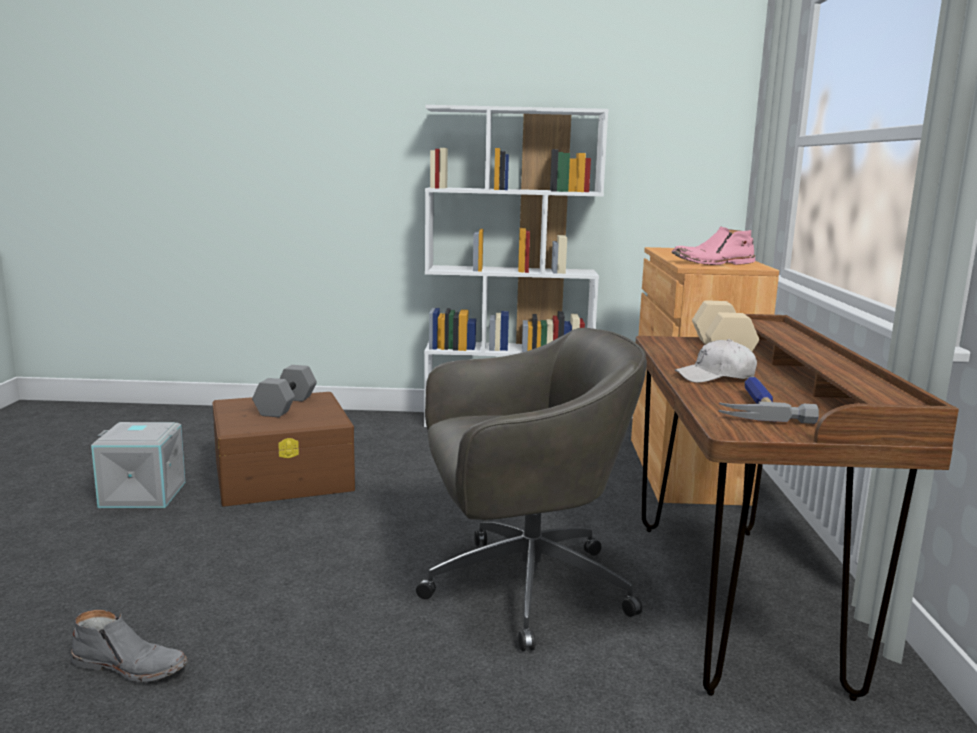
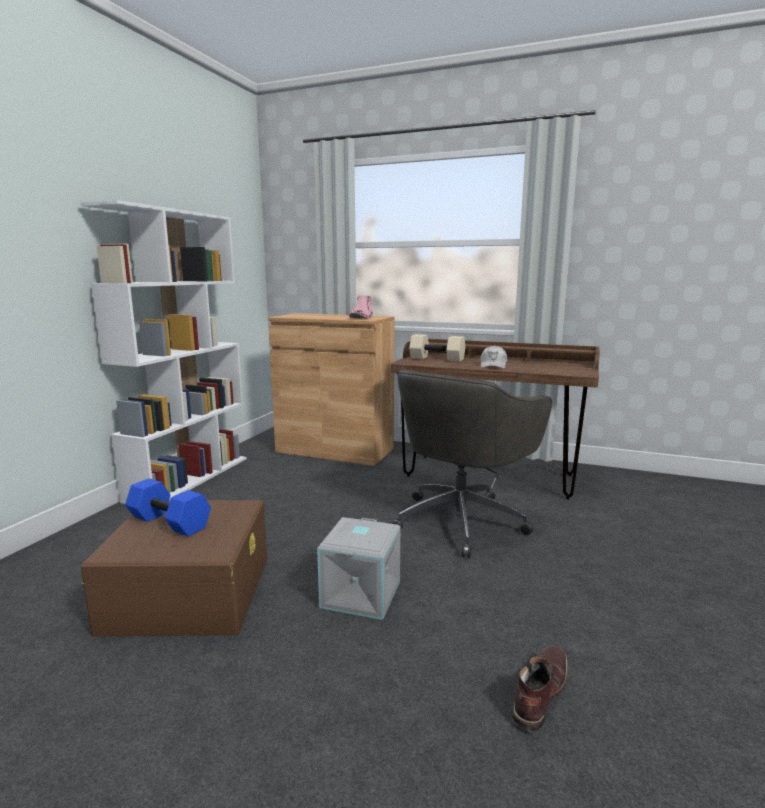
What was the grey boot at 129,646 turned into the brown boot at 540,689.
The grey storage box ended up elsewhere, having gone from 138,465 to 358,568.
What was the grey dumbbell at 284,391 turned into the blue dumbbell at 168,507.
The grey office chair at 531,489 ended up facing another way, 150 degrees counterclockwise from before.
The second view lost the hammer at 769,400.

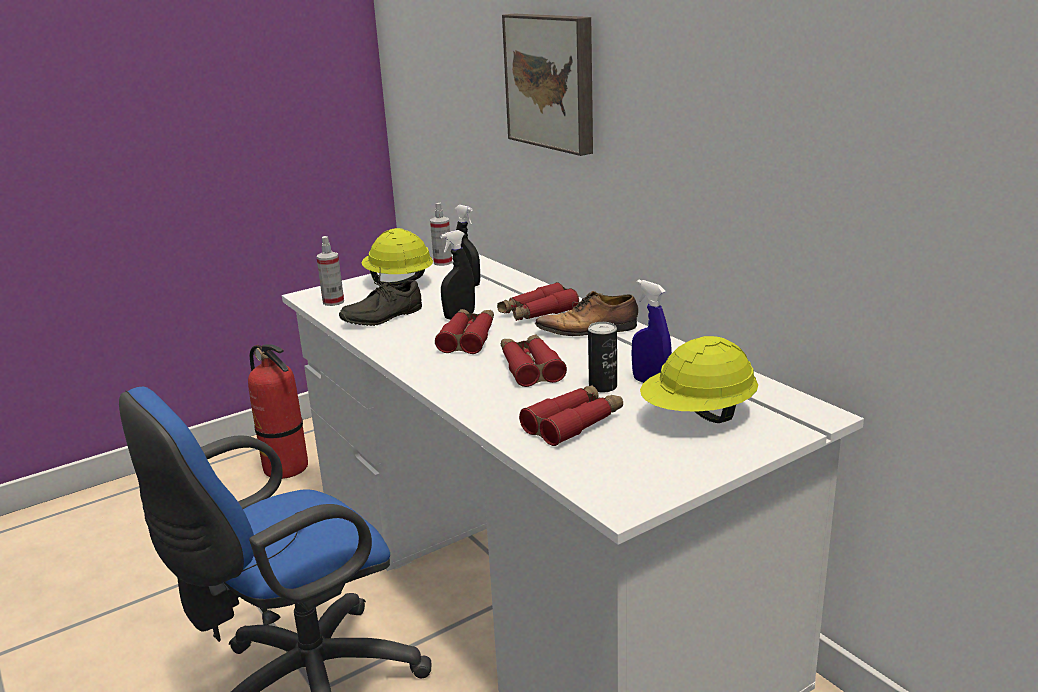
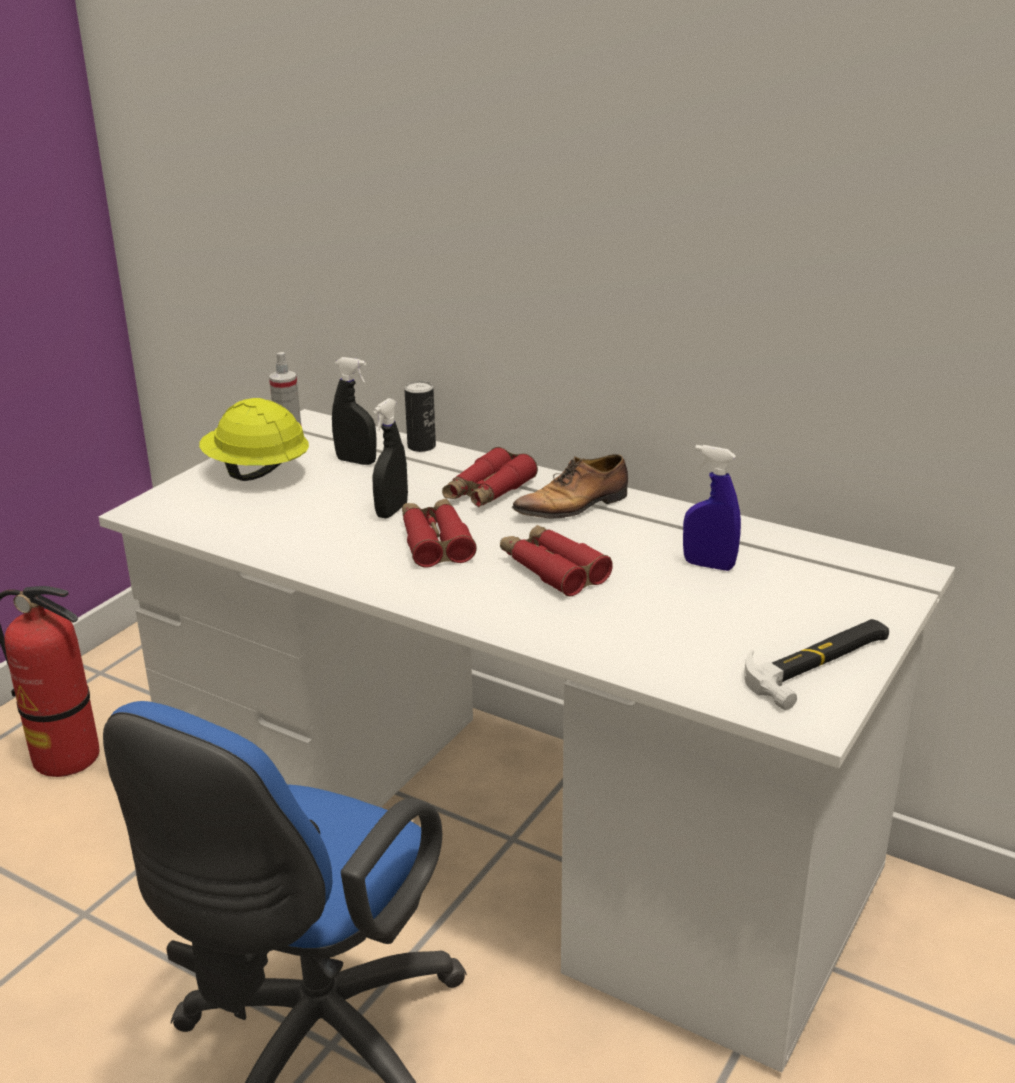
The second view lost the spray bottle at 330,271.
The second view lost the grey shoe at 380,298.
The second view lost the picture at 547,85.
The second view lost the red binoculars at 571,415.
The can ended up elsewhere, having gone from 602,357 to 420,416.
The second view lost the yellow hard hat at 699,379.
The second view gained the hammer at 816,664.

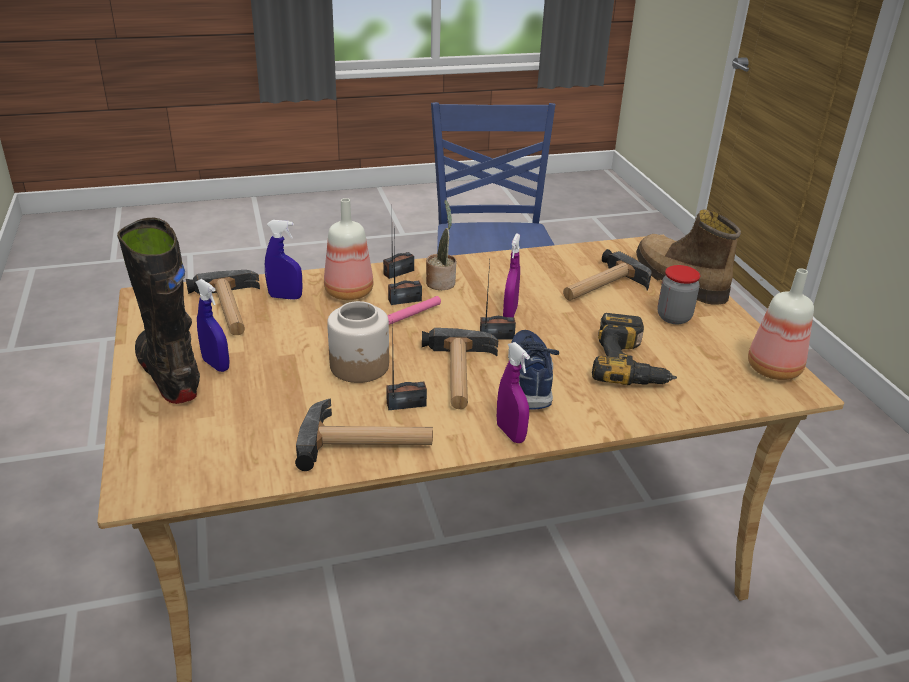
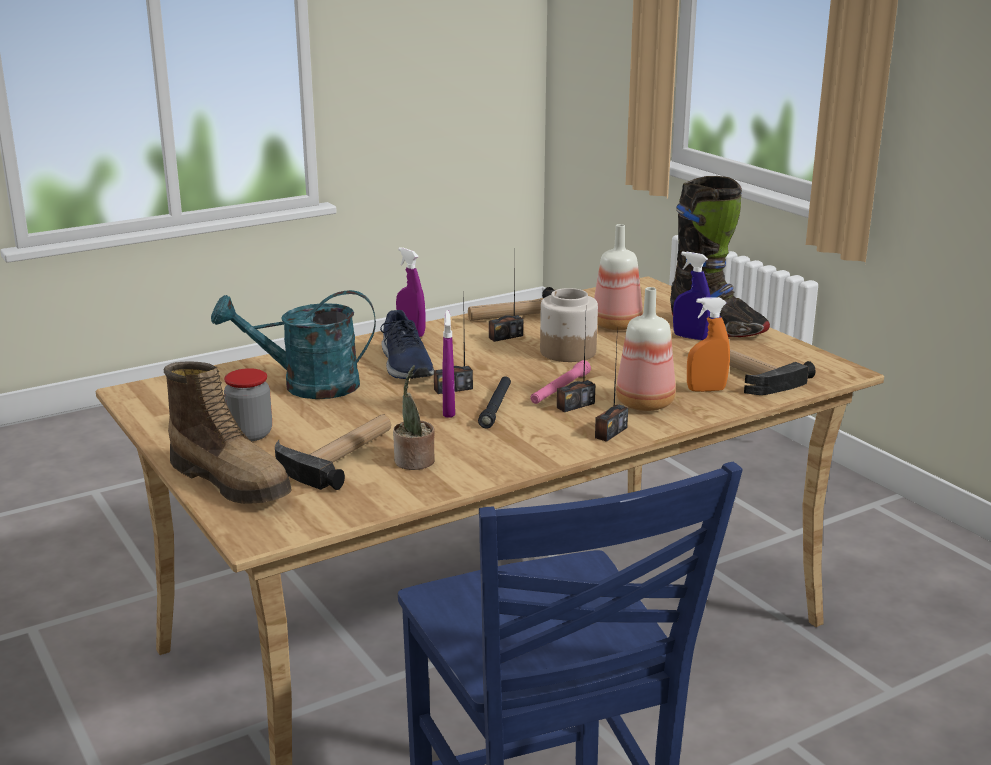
What was the blue spray bottle at 283,260 turned into the orange spray bottle at 708,344.
The second view lost the hammer at 460,368.
The potted plant ended up elsewhere, having gone from 441,245 to 414,417.
Where the power drill stood at 634,349, the turquoise watering can came to stand at 293,344.
The bottle ended up elsewhere, having gone from 781,324 to 618,277.
The second view gained the black flashlight at 494,402.

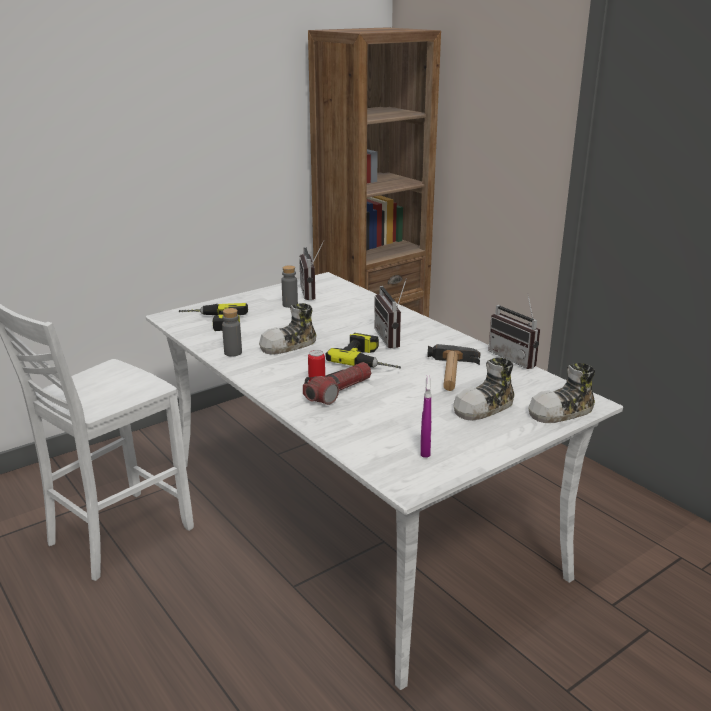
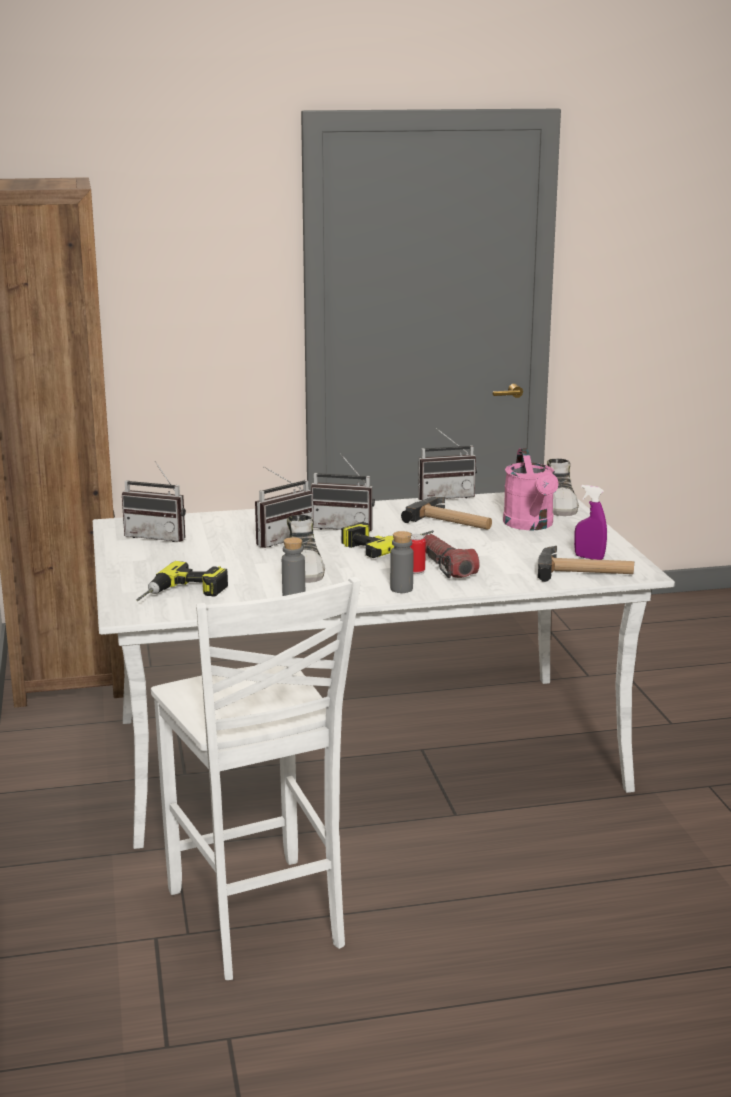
The grey bottle ended up elsewhere, having gone from 290,286 to 401,562.
Where the shoe stood at 484,389, the pink watering can came to stand at 531,489.
The second view gained the radio at 284,507.
The second view gained the hammer at 586,564.

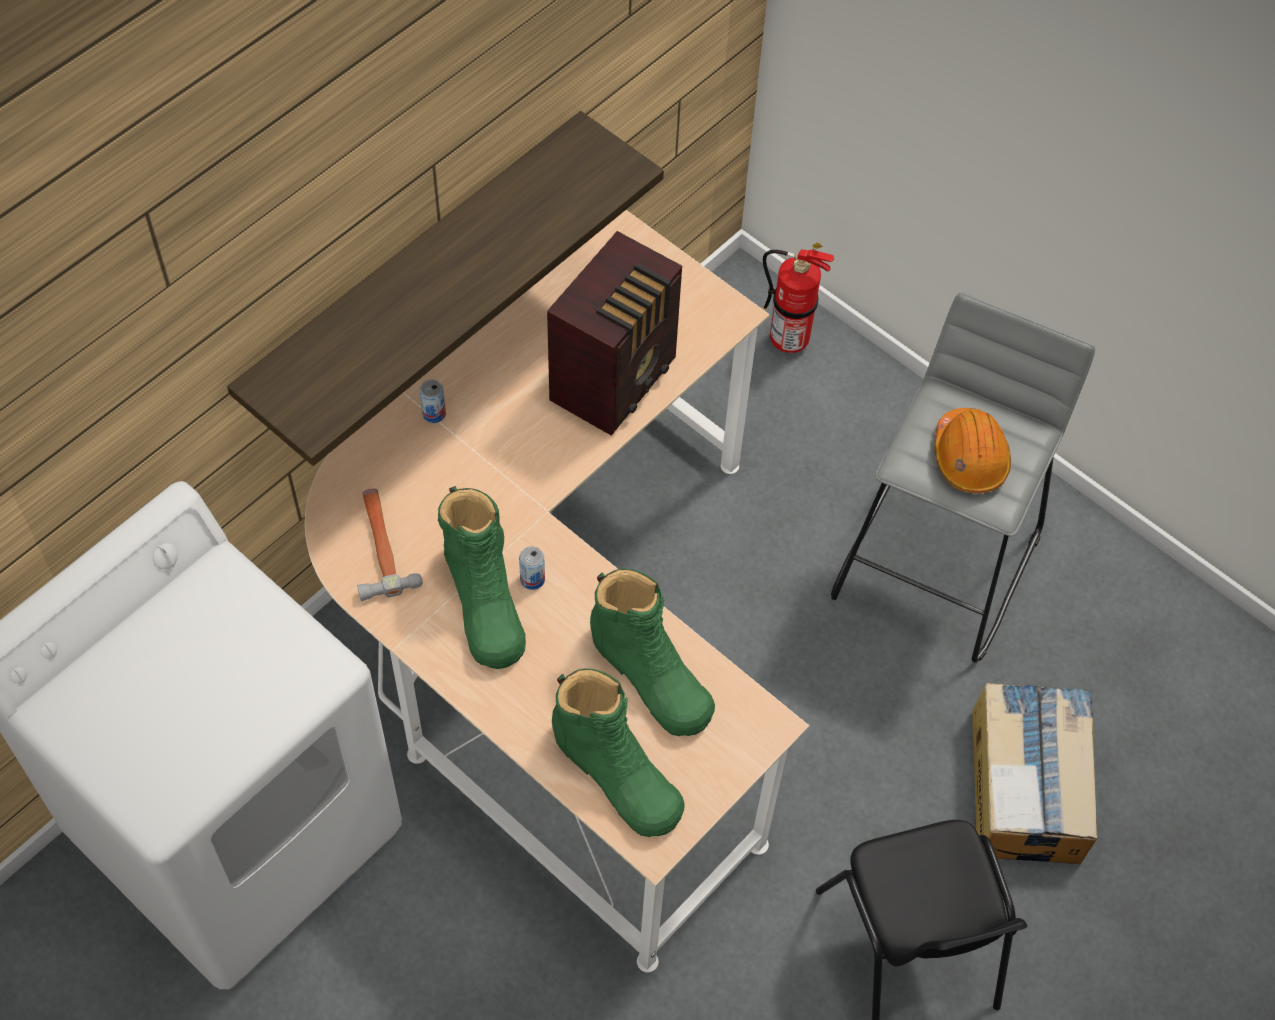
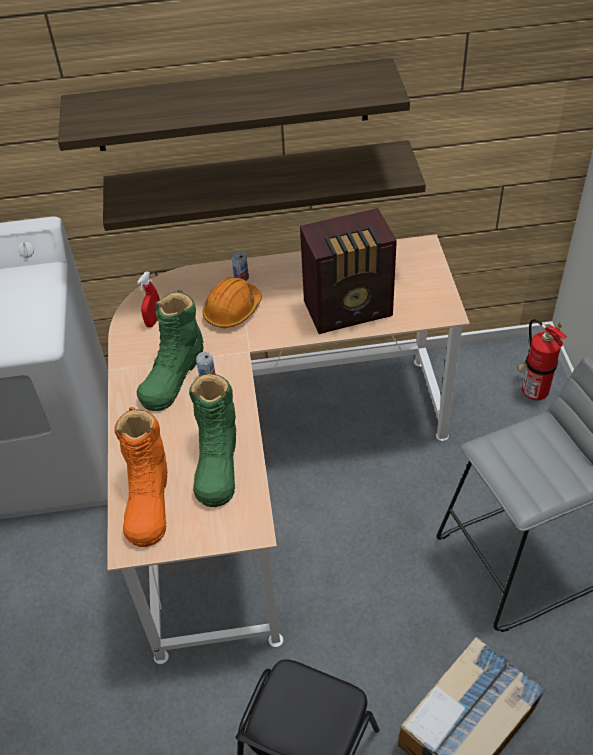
Where the hammer stood at 390,545, the red spray bottle came to stand at 148,300.
What was the green boot at 618,753 turned into the orange boot at 140,477.
The orange hard hat ended up elsewhere, having gone from 972,450 to 232,302.
The second view gained the shelf at 234,104.

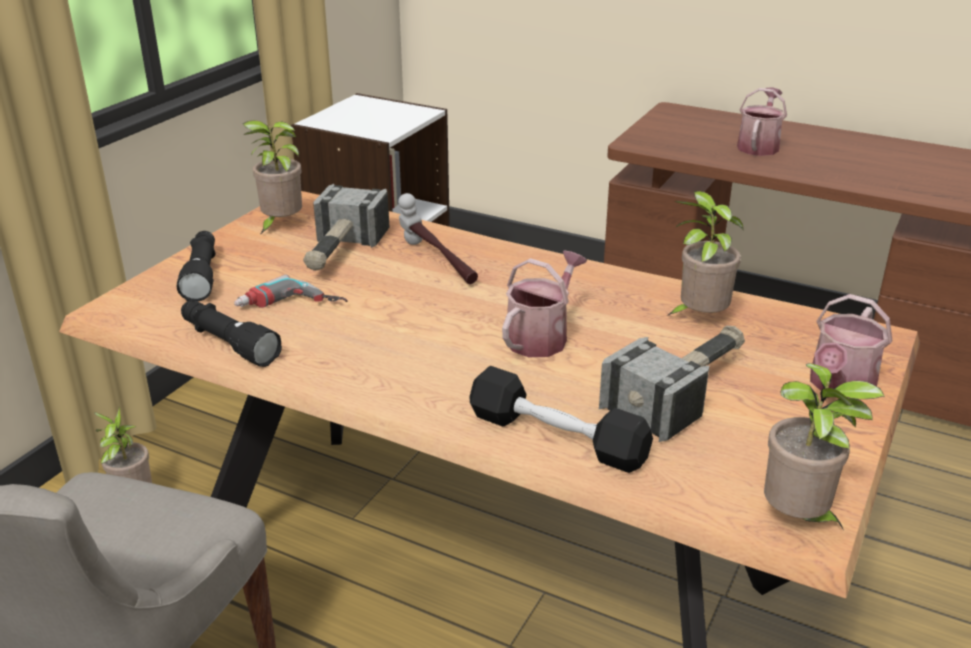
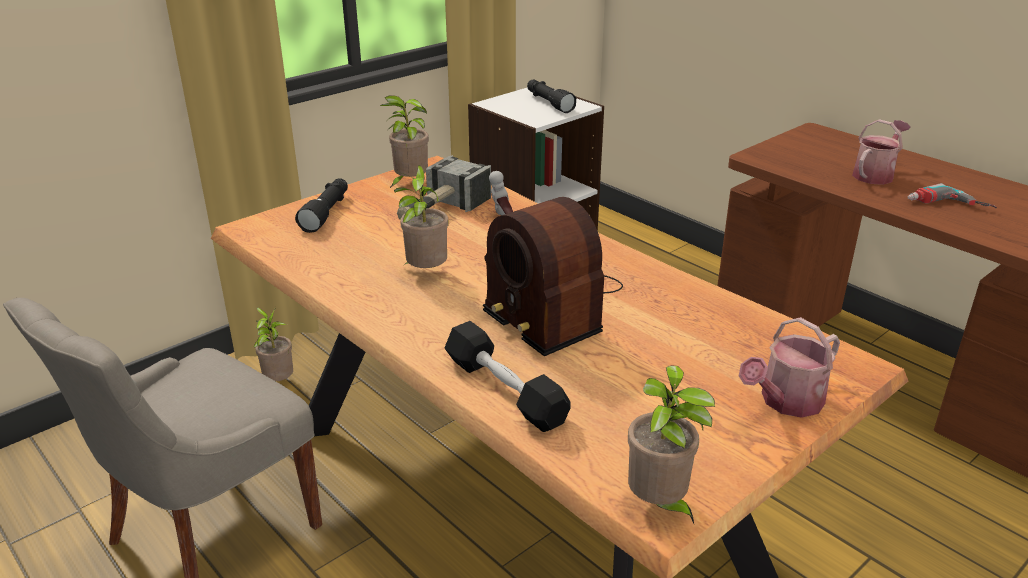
The black flashlight ended up elsewhere, having gone from 231,333 to 551,96.
The power drill ended up elsewhere, having gone from 291,291 to 952,195.
Where the watering can stood at 544,304, the radio came to stand at 553,276.
The second view lost the hammer at 672,384.
The potted plant ended up elsewhere, having gone from 705,253 to 421,216.

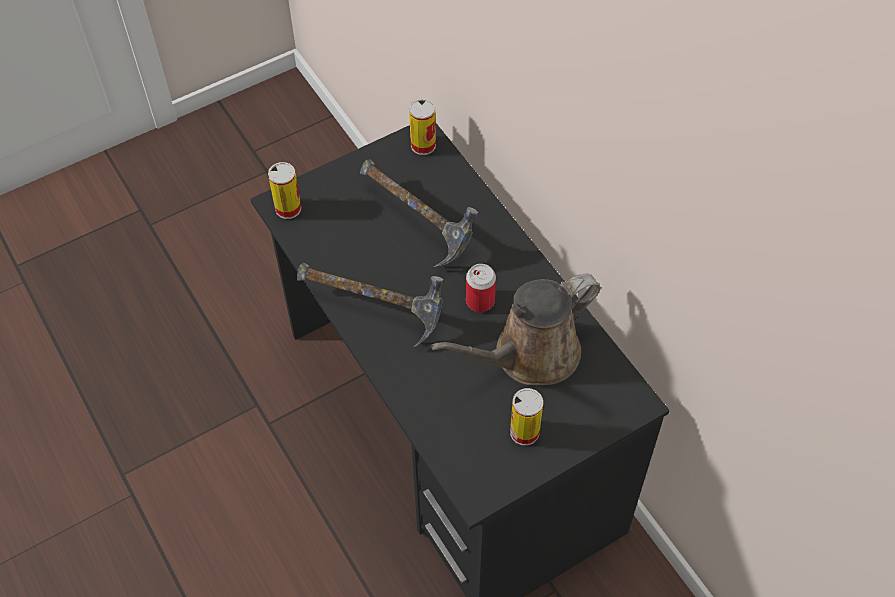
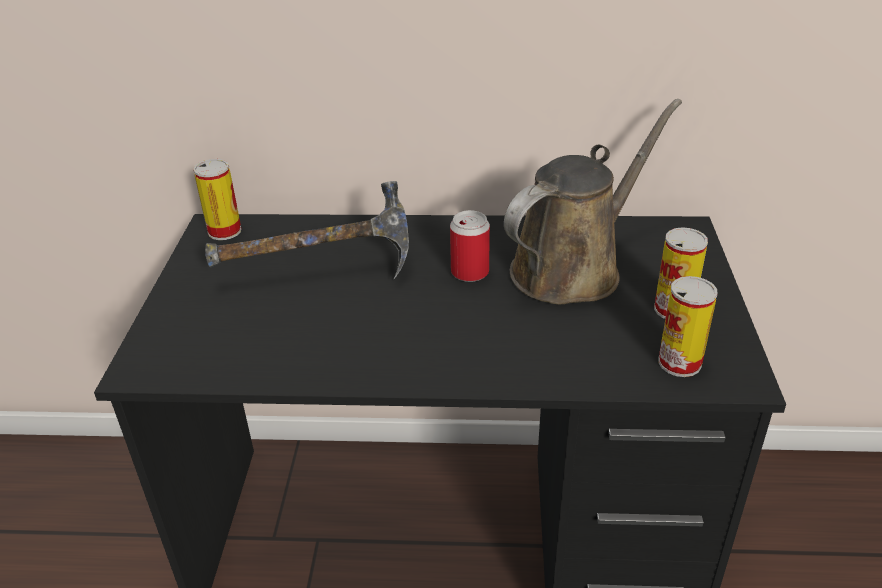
The can ended up elsewhere, having gone from 284,190 to 688,326.
The second view lost the hammer at 370,305.
The brown watering can at 516,329 ended up facing another way, 135 degrees counterclockwise from before.

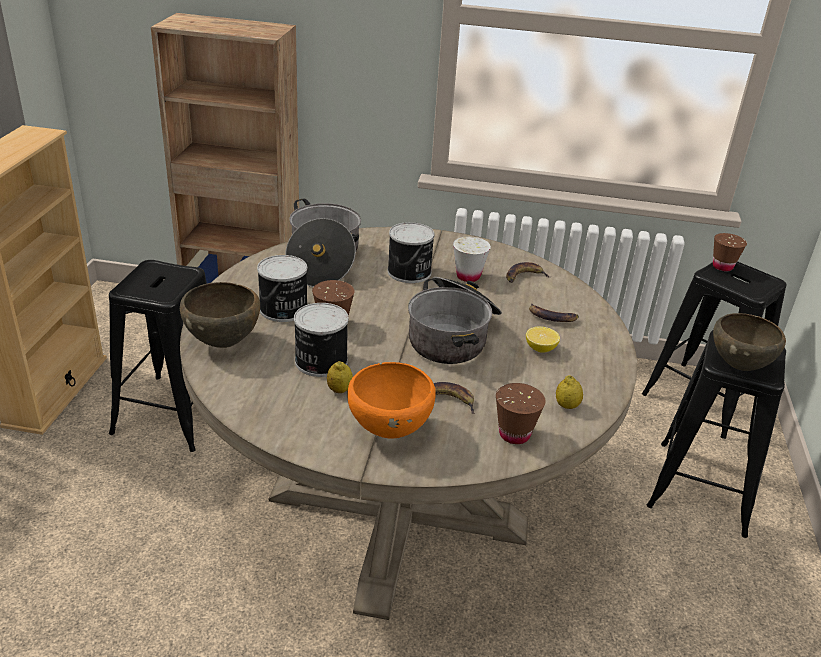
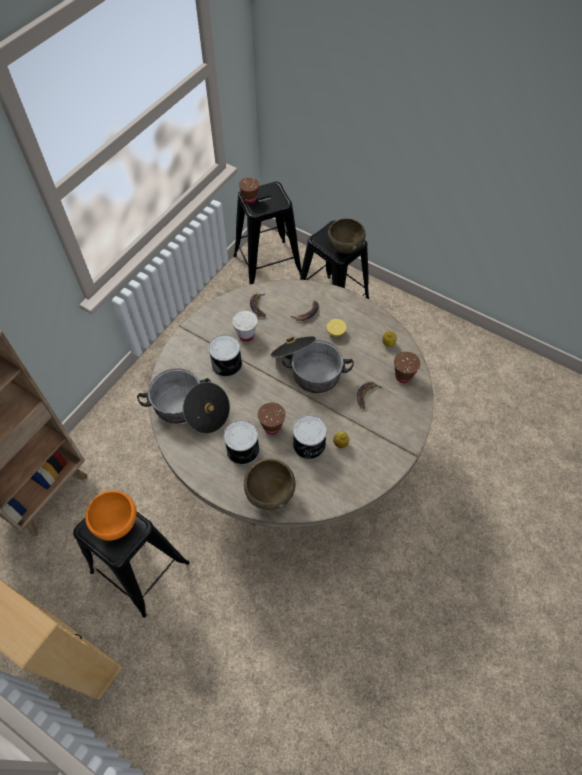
The orange bowl ended up elsewhere, having gone from 391,400 to 111,515.

